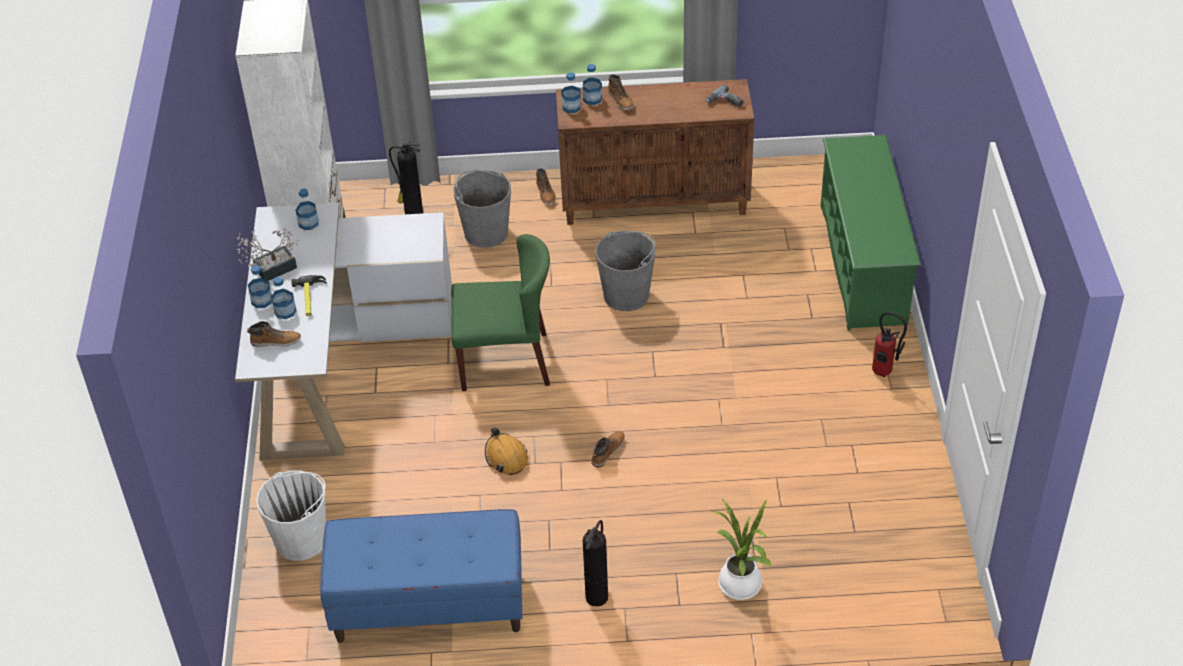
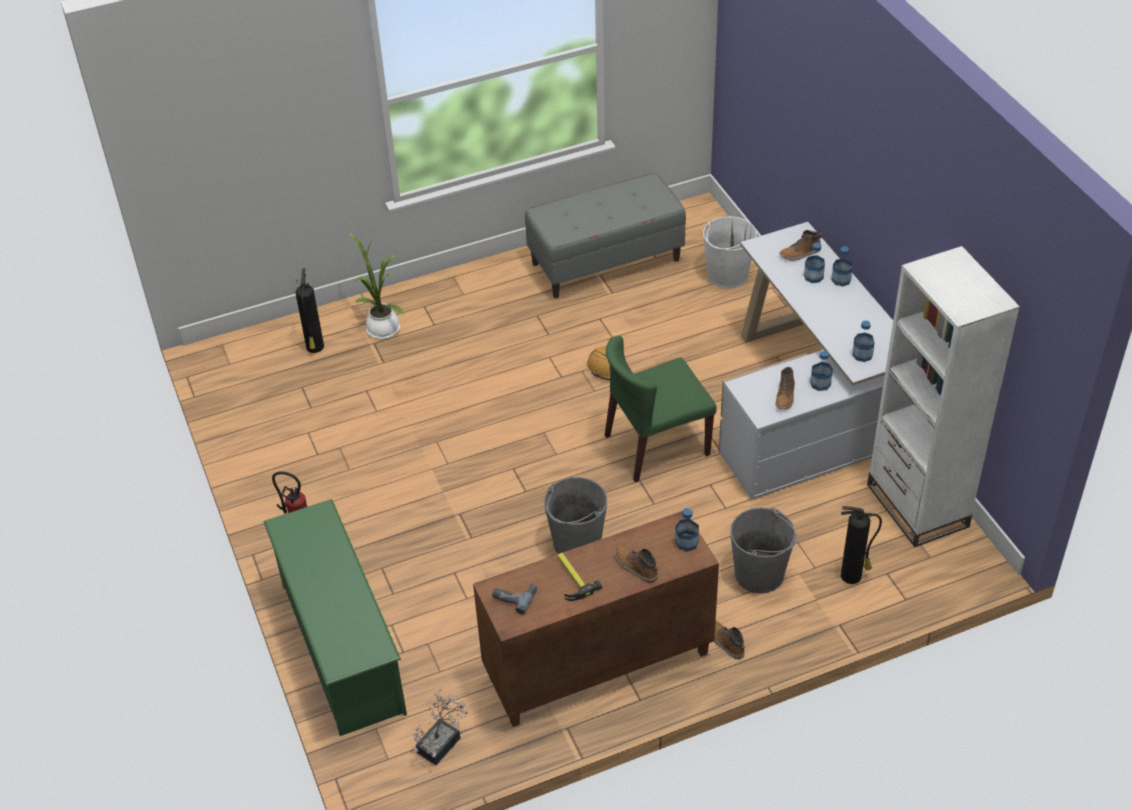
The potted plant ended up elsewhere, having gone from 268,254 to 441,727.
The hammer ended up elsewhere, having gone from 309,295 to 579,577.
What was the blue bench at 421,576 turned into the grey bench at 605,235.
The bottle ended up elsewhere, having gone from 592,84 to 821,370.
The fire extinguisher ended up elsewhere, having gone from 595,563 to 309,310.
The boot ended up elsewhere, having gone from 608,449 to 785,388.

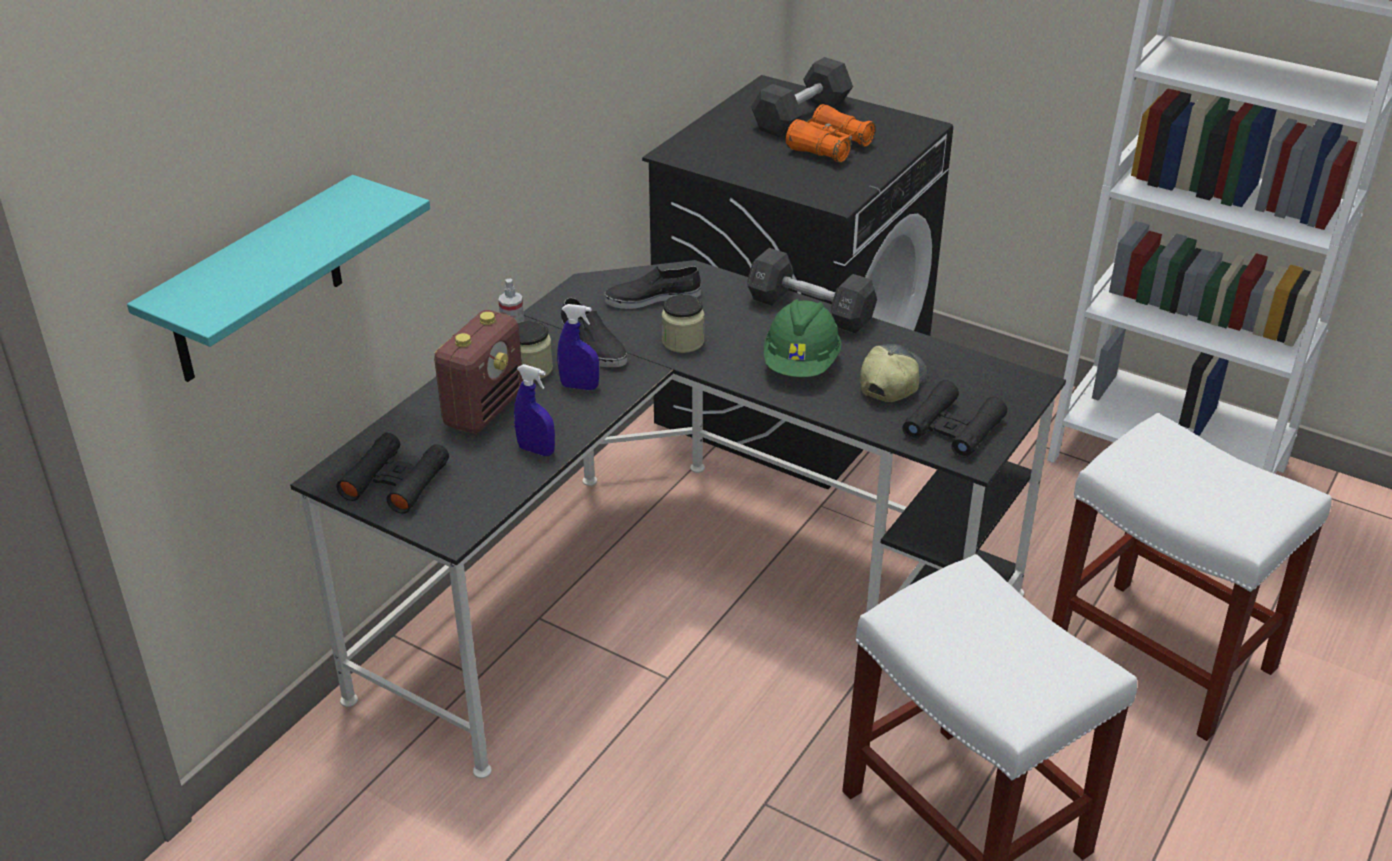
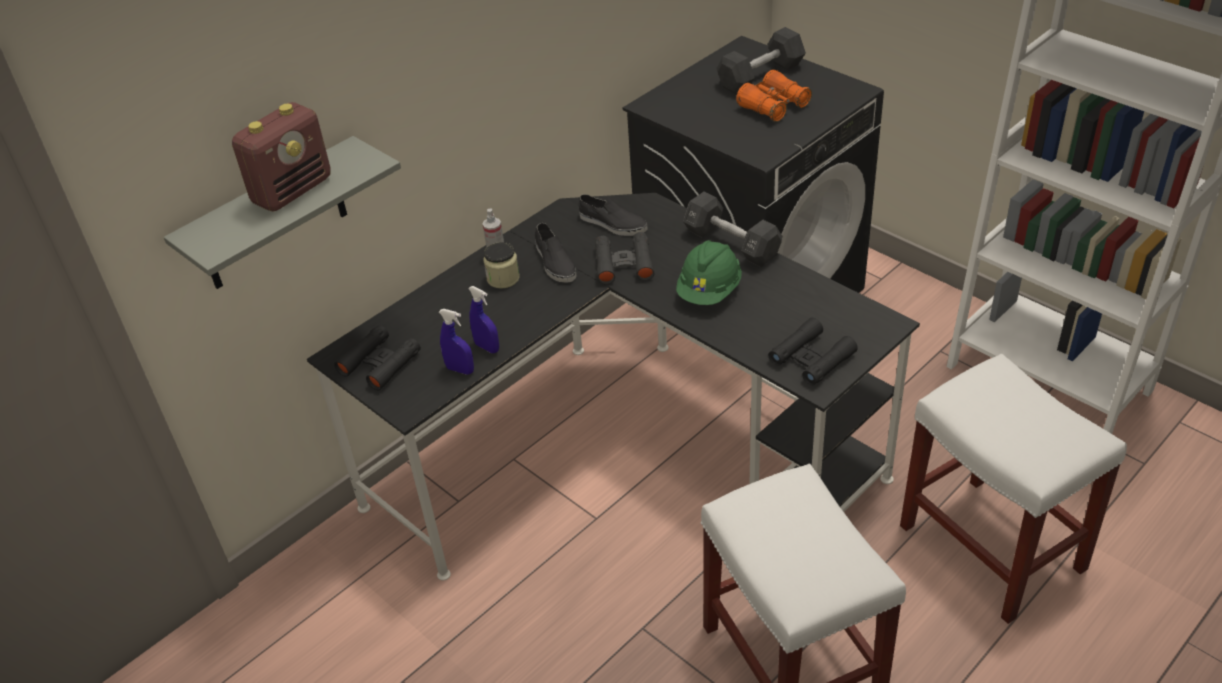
What was the turquoise shelf at 278,278 turned into the grey shelf at 282,212.
The radio ended up elsewhere, having gone from 478,372 to 281,156.
The blue spray bottle ended up elsewhere, having gone from 578,347 to 456,342.
The black shoe at 653,287 ended up facing another way, 150 degrees counterclockwise from before.
Where the jar stood at 683,324, the black binoculars came to stand at 624,258.
The second view lost the cap at 894,373.

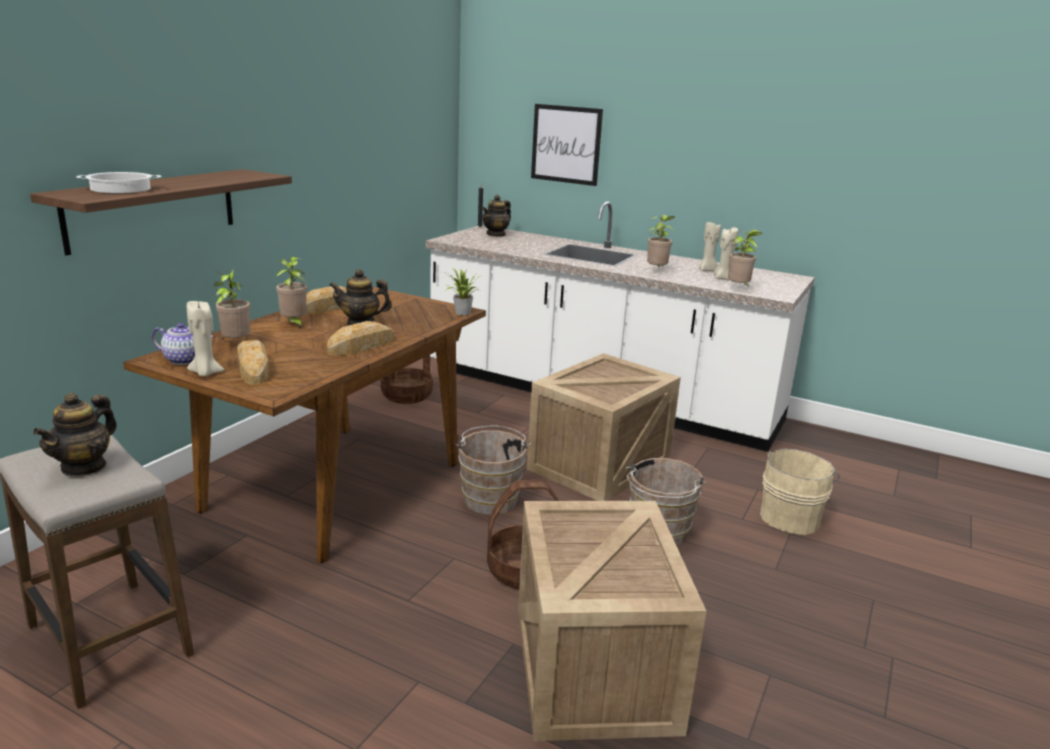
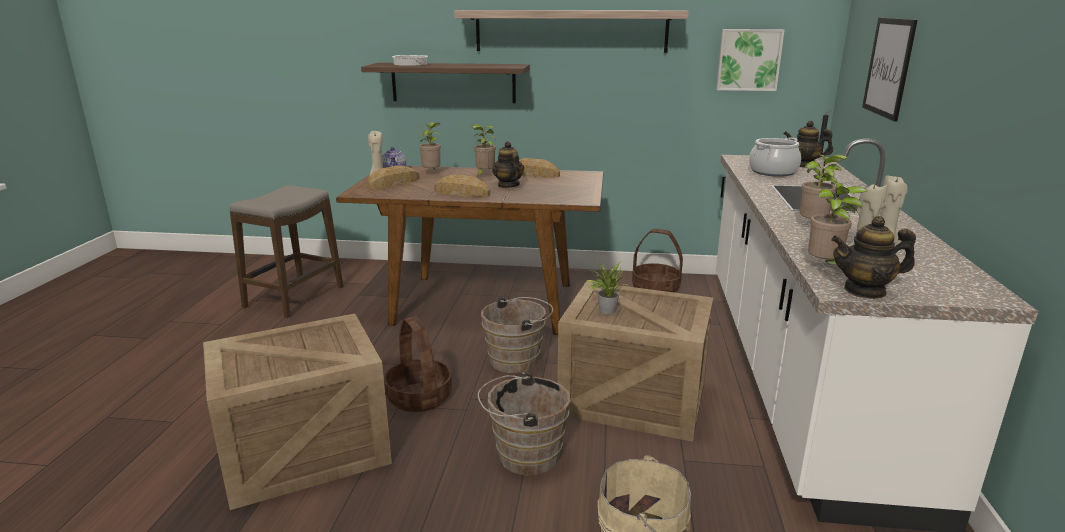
The teapot ended up elsewhere, having gone from 75,434 to 873,257.
The potted plant ended up elsewhere, having gone from 462,291 to 606,288.
The second view gained the shelf at 571,31.
The second view gained the picture at 750,60.
The second view gained the cooking pot at 775,157.

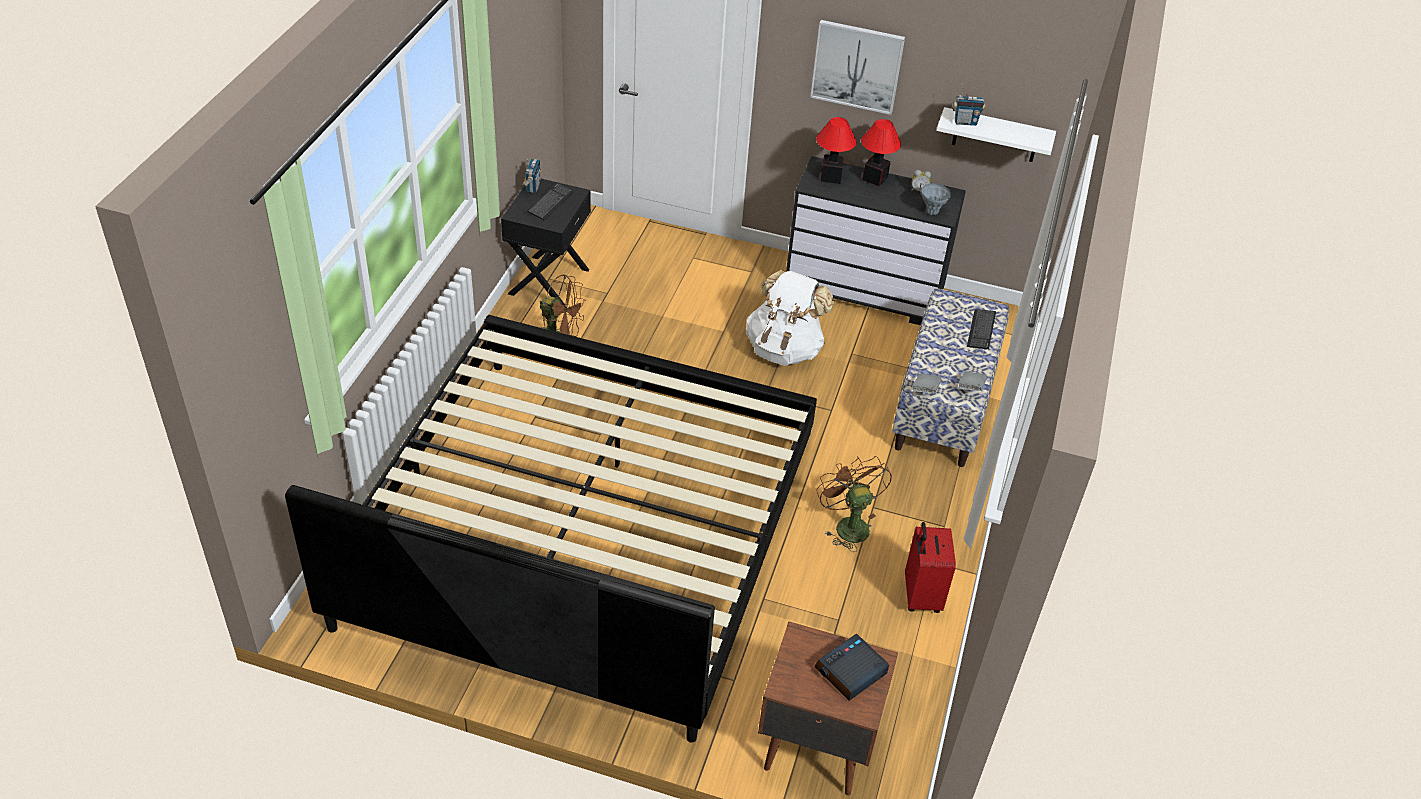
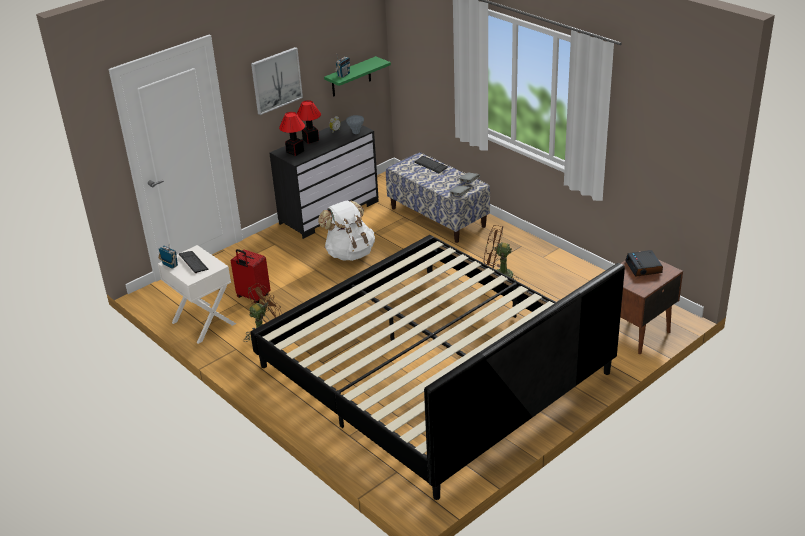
What was the black nightstand at 546,243 turned into the white nightstand at 197,294.
The red suitcase ended up elsewhere, having gone from 930,567 to 250,276.
What was the white shelf at 996,134 turned into the green shelf at 357,76.

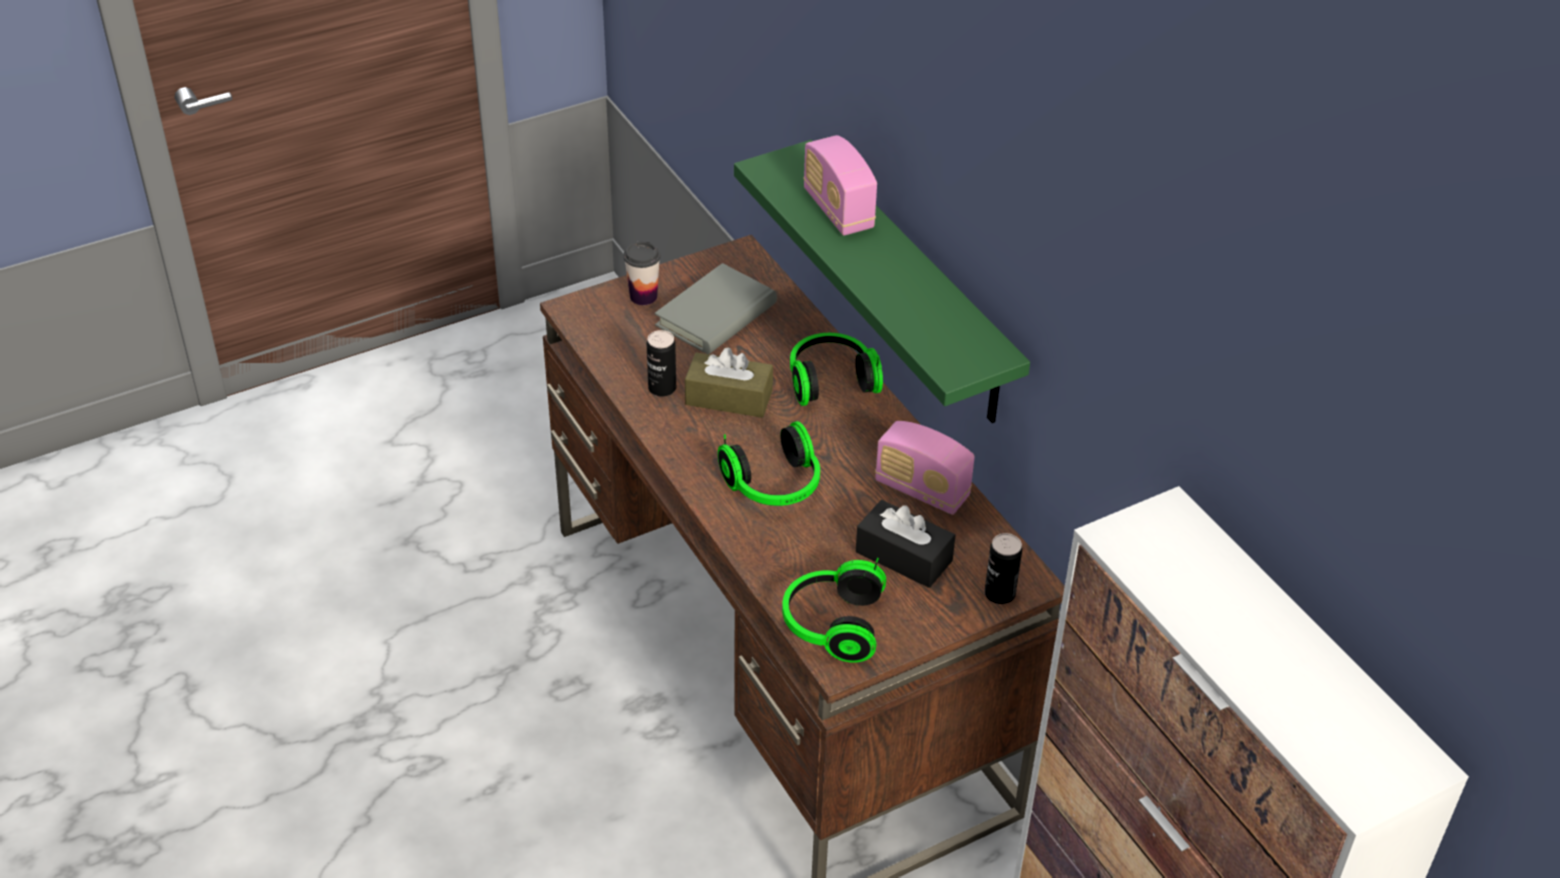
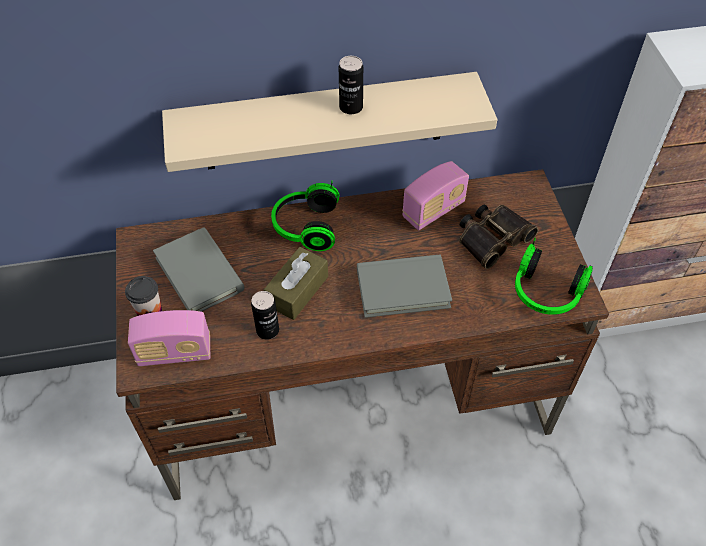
Where the headphones stood at 769,463, the grey book came to stand at 404,286.
What was the green shelf at 882,281 turned into the beige shelf at 329,122.
The radio ended up elsewhere, having gone from 840,185 to 169,338.
Where the black tissue box stood at 906,544, the binoculars came to stand at 498,237.
The can ended up elsewhere, having gone from 1003,568 to 351,85.

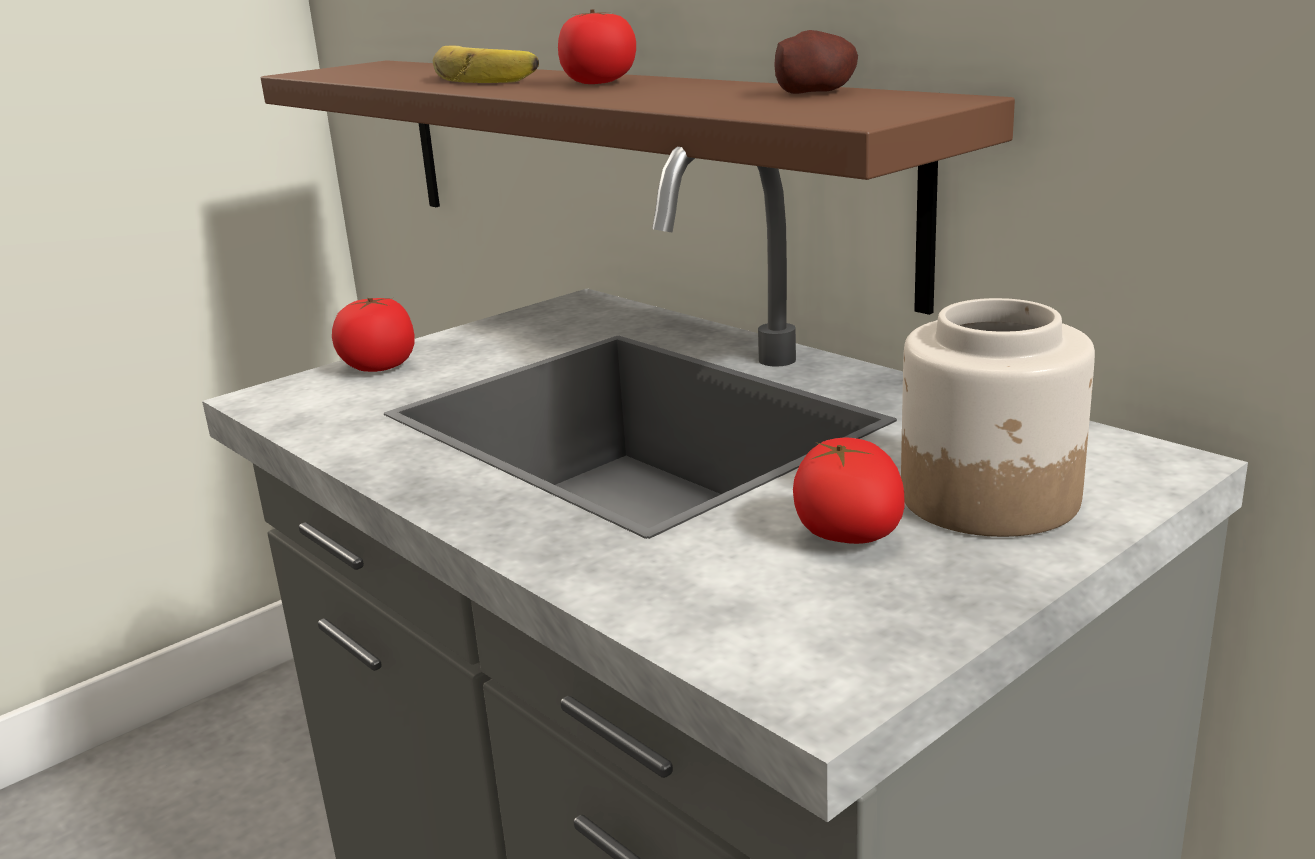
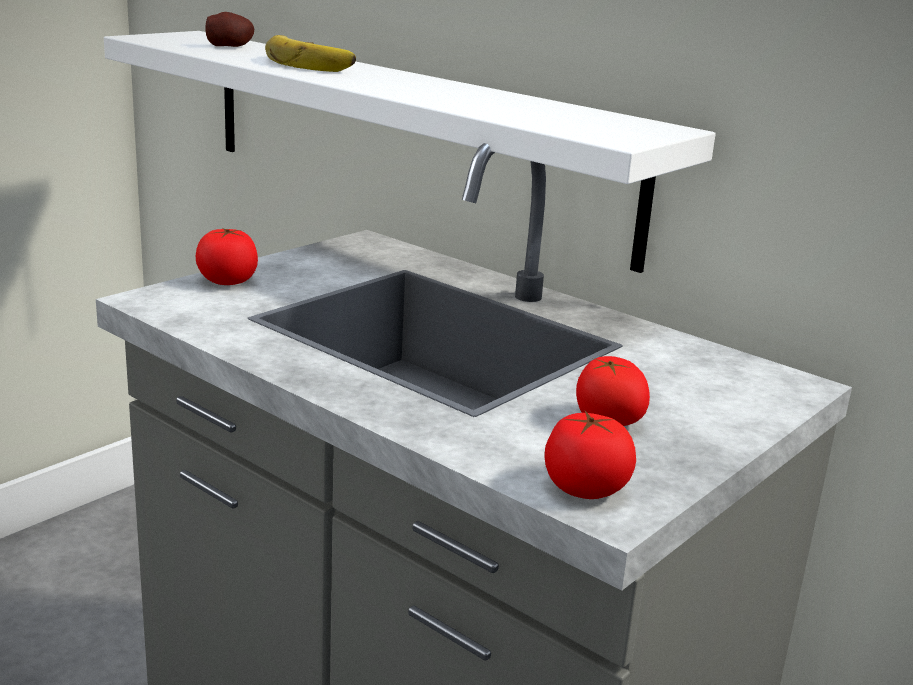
What was the brown shelf at 638,187 turned into the white shelf at 409,152.
The tomato ended up elsewhere, having gone from 597,46 to 590,455.
The potato ended up elsewhere, having gone from 816,62 to 229,29.
The second view lost the jar at 998,417.

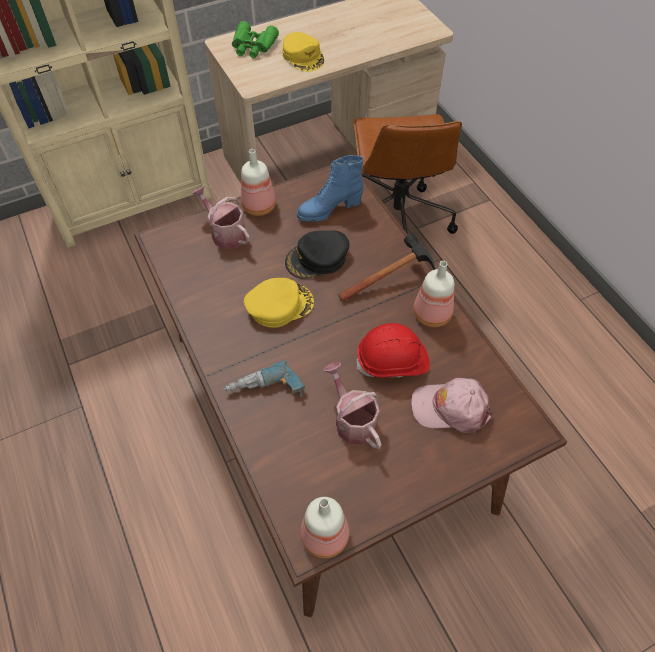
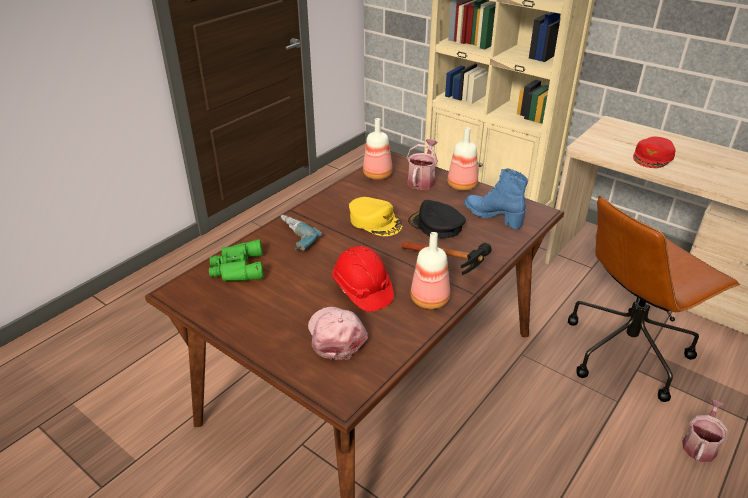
The green binoculars ended up elsewhere, having gone from 255,39 to 236,260.
What was the yellow cap at 303,51 turned into the red cap at 654,152.
The bottle ended up elsewhere, having gone from 324,527 to 378,149.
The watering can ended up elsewhere, having gone from 352,405 to 705,430.

